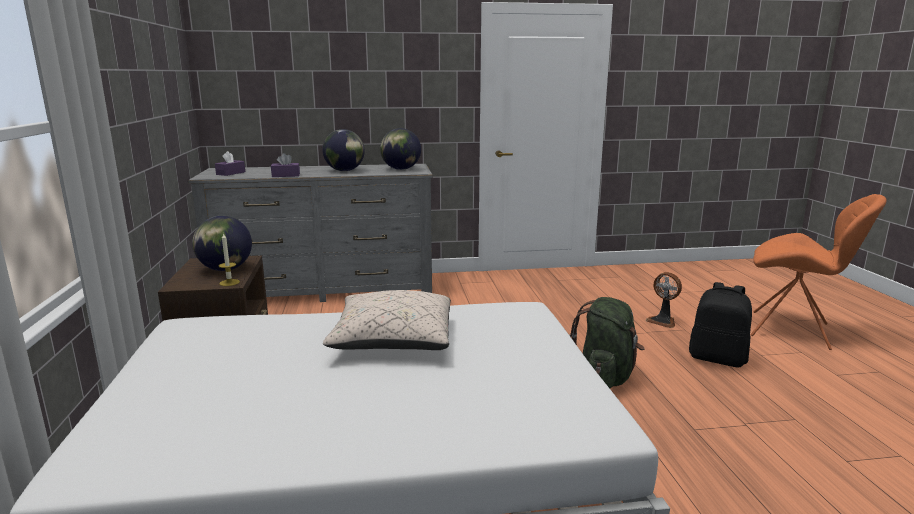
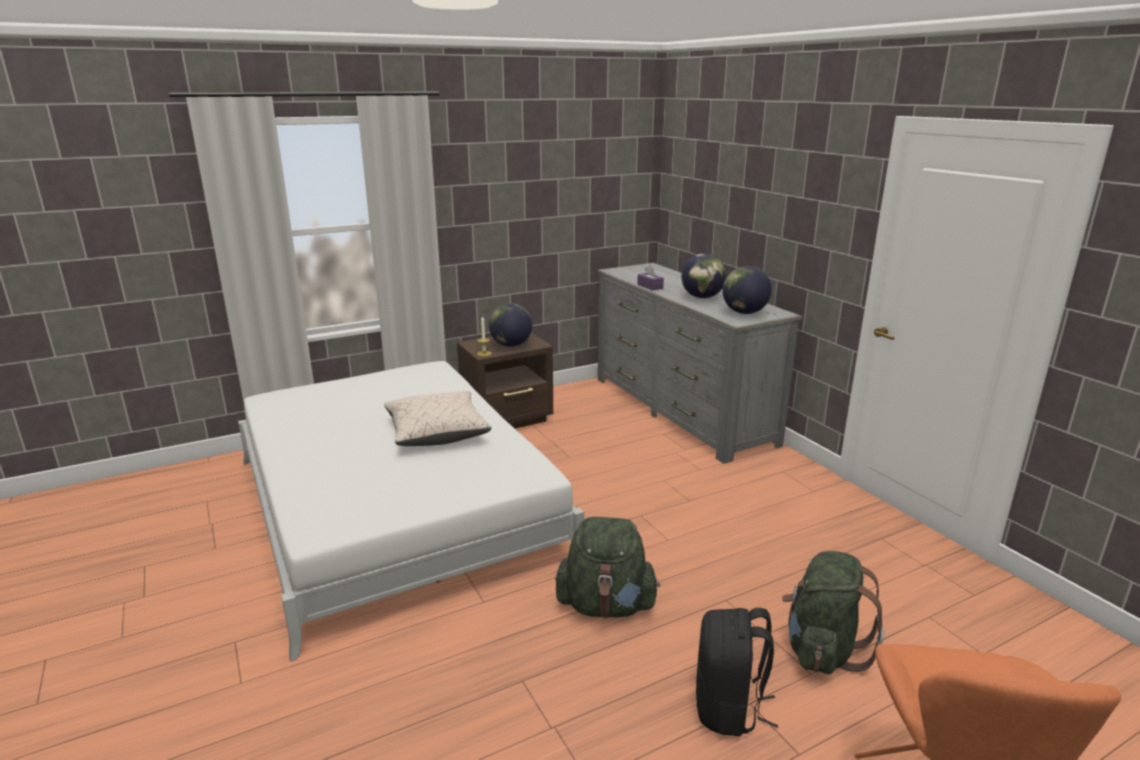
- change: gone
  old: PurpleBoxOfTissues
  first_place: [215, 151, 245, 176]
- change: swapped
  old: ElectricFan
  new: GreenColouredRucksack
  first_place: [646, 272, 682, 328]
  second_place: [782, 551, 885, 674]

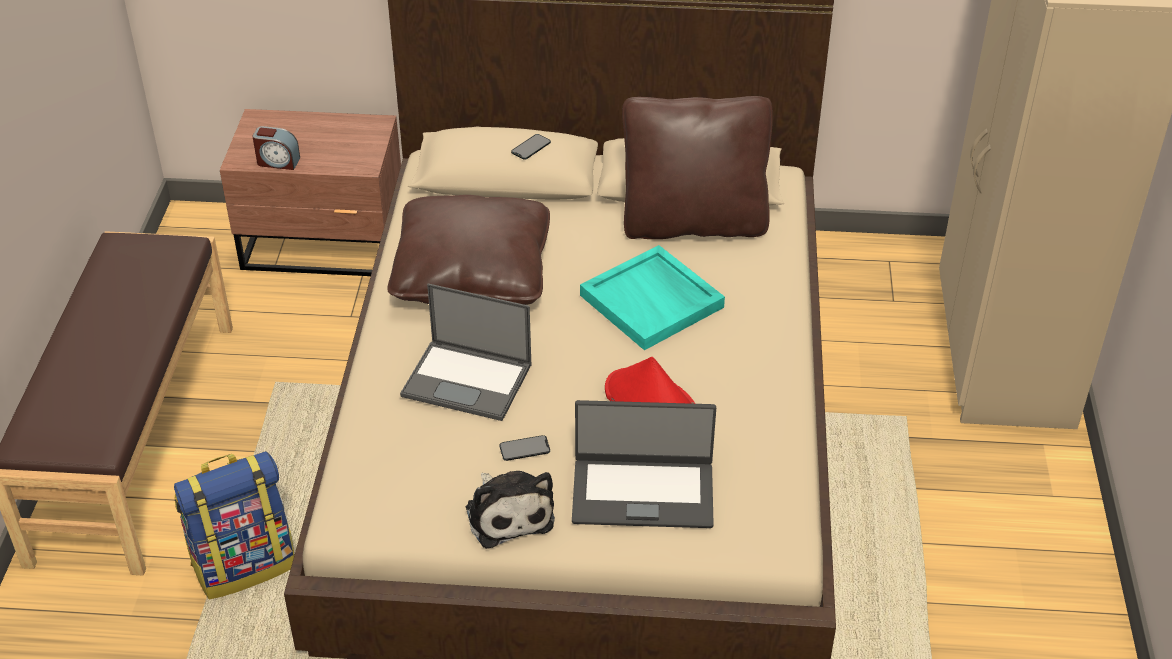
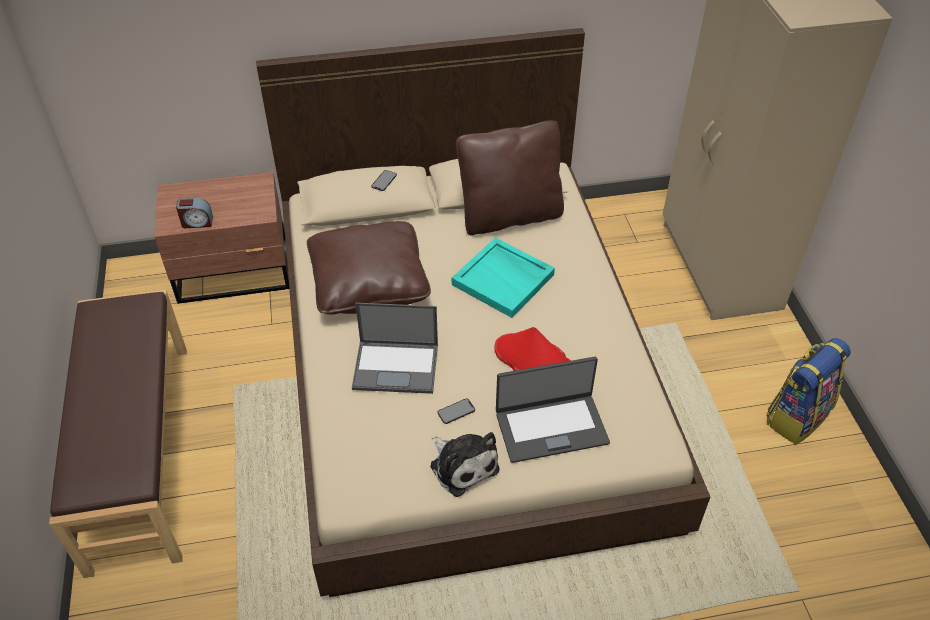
- change: shifted
  old: Rucksack
  first_place: [174, 451, 294, 600]
  second_place: [767, 338, 851, 445]

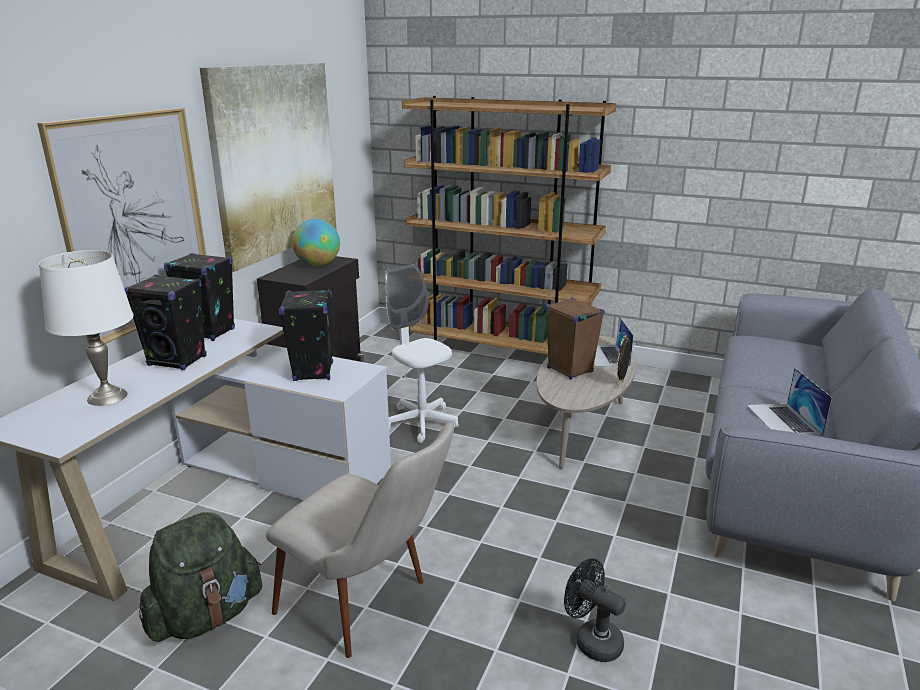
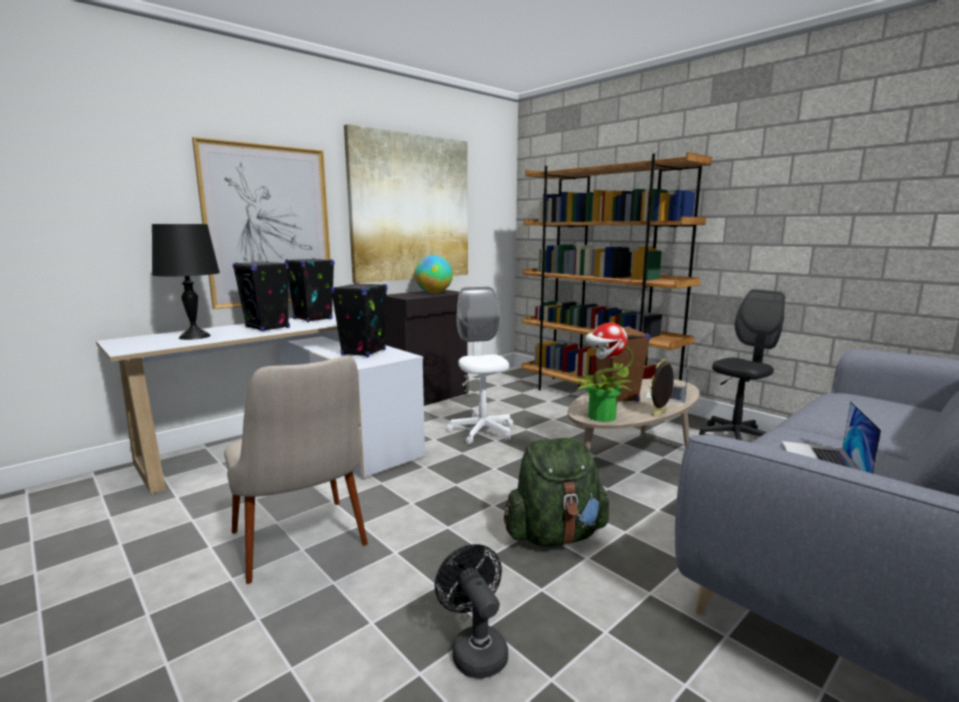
- change: repainted
  old: WhitishTabletopLamp
  new: BlackColouredTabletopLamp
  first_place: [39, 250, 134, 406]
  second_place: [152, 224, 220, 340]
- change: shifted
  old: GreenColouredRucksack
  first_place: [139, 512, 262, 642]
  second_place: [504, 438, 609, 547]
- change: new
  new: BlackColouredComputerChair
  second_place: [699, 289, 785, 440]
- change: new
  new: PottedPlant
  second_place: [572, 323, 633, 422]

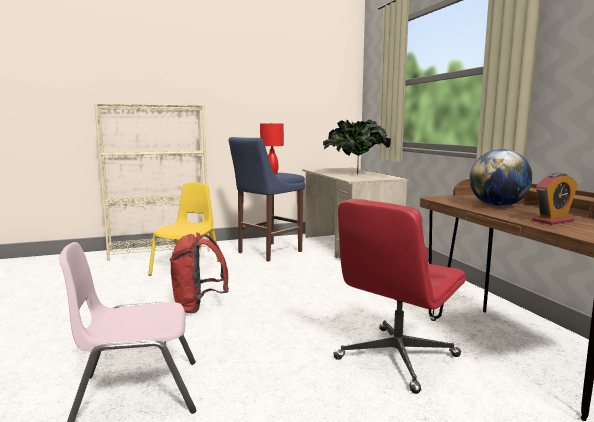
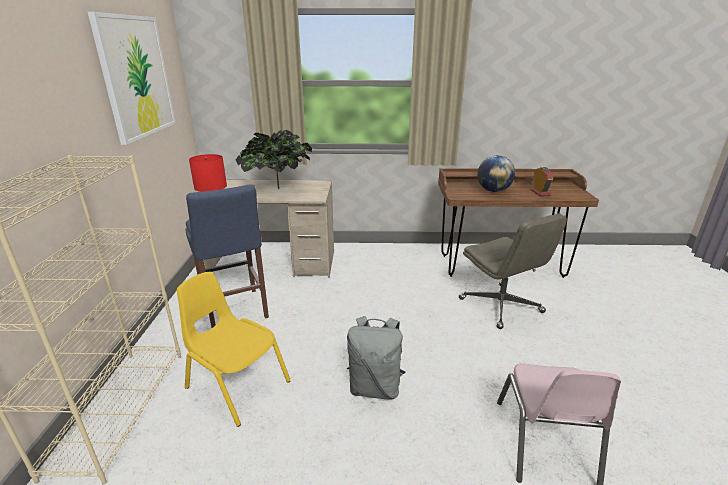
- change: repainted
  old: RedComputerChair
  new: GreyishComputerChair
  first_place: [333, 199, 465, 394]
  second_place: [459, 213, 567, 329]
- change: repainted
  old: RedRucksack
  new: GreyishRucksack
  first_place: [170, 233, 229, 313]
  second_place: [347, 316, 406, 400]
- change: new
  new: WallPicture
  second_place: [88, 12, 176, 145]

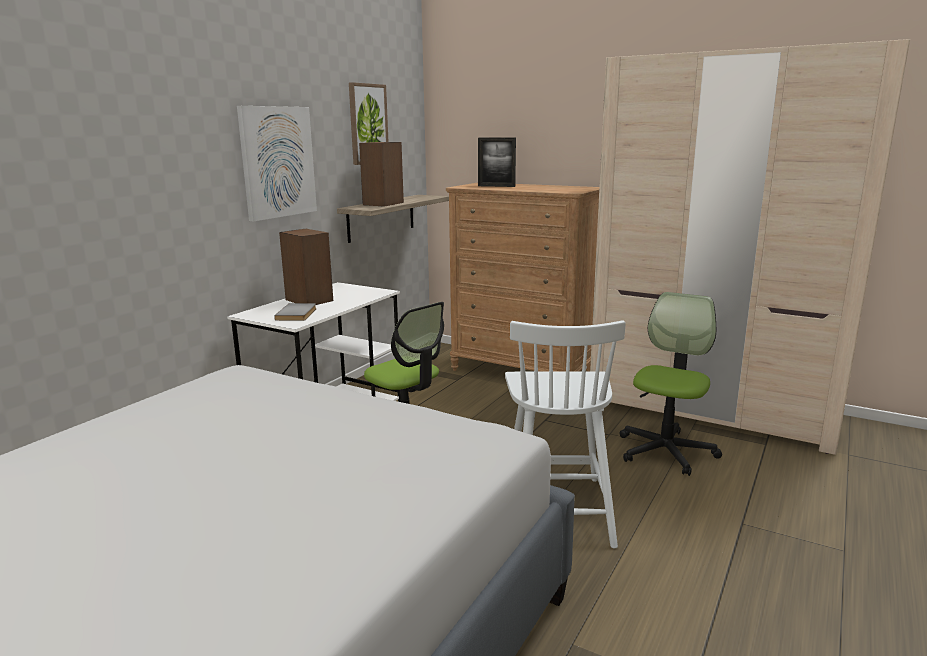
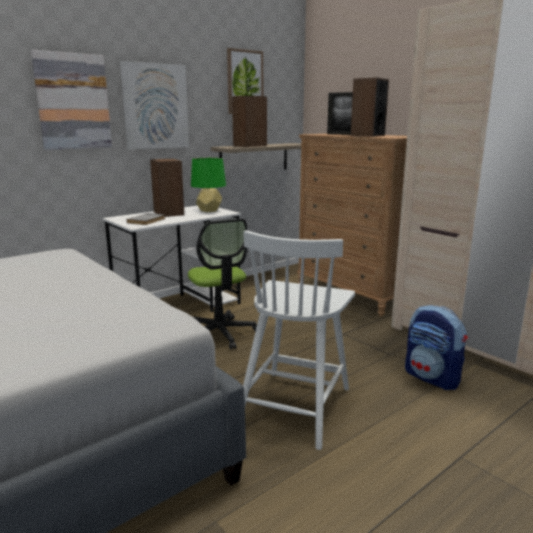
- change: swapped
  old: ComputerChair
  new: Rucksack
  first_place: [619, 292, 722, 476]
  second_place: [405, 305, 468, 390]
- change: new
  new: WallPicture
  second_place: [31, 50, 112, 150]
- change: new
  new: Loudspeaker
  second_place: [351, 77, 389, 137]
- change: new
  new: GreenColouredTabletopLamp
  second_place: [191, 158, 226, 212]

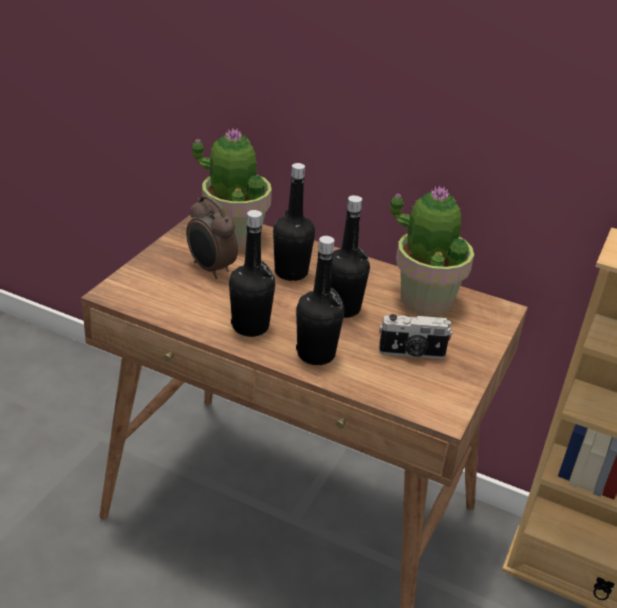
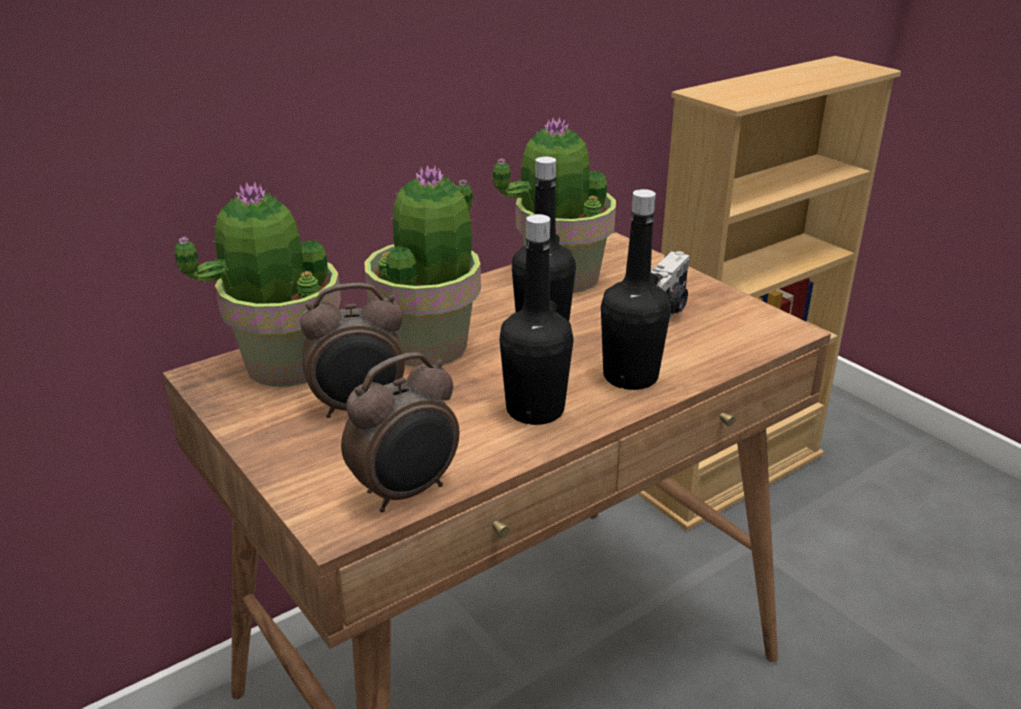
- change: swapped
  old: BlackColouredBottle
  new: PottedPlant
  first_place: [273, 163, 315, 281]
  second_place: [364, 165, 481, 367]
- change: new
  new: AlarmClock
  second_place: [341, 352, 459, 512]

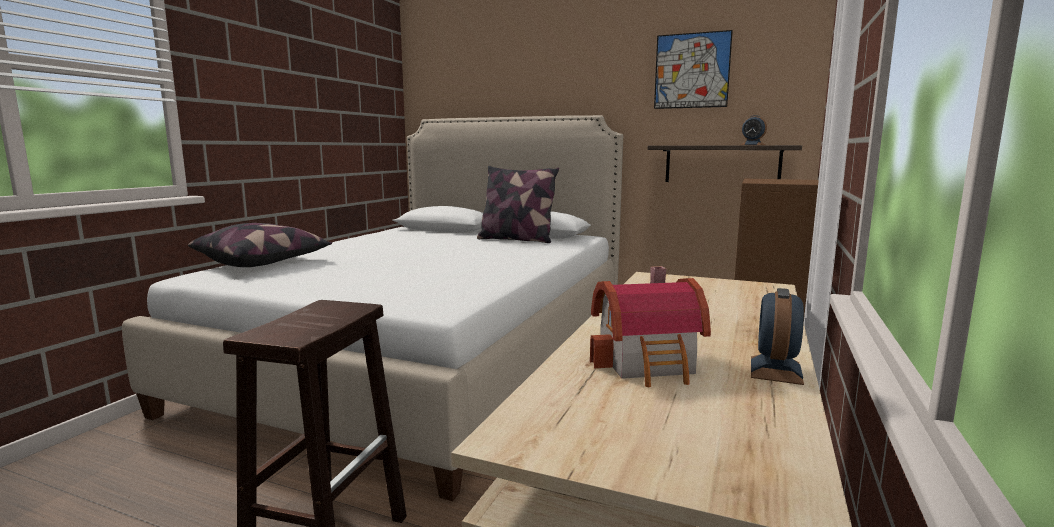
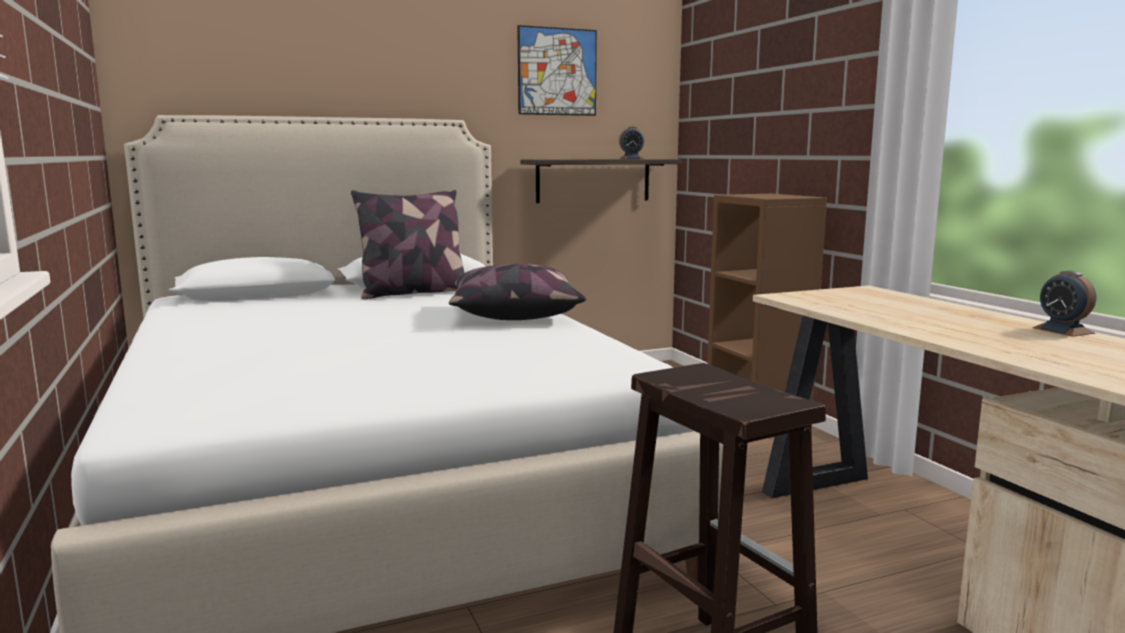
- change: shifted
  old: Pillow
  first_place: [188, 223, 332, 267]
  second_place: [449, 264, 586, 320]
- change: gone
  old: MiniatureHouse
  first_place: [590, 266, 711, 387]

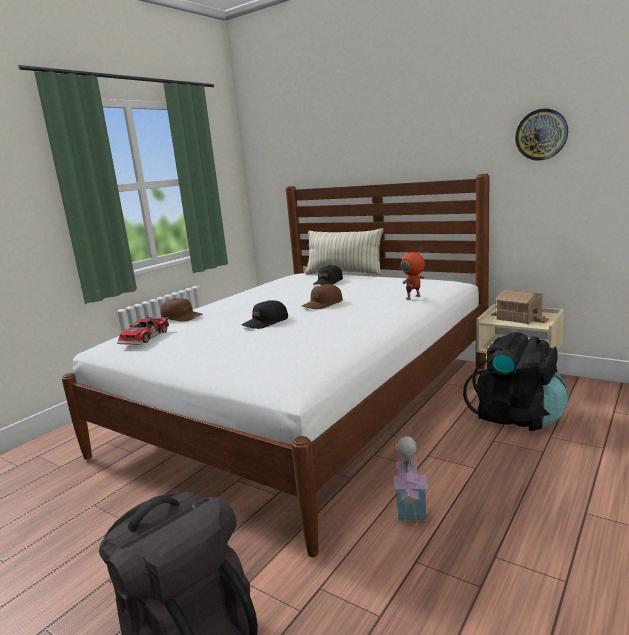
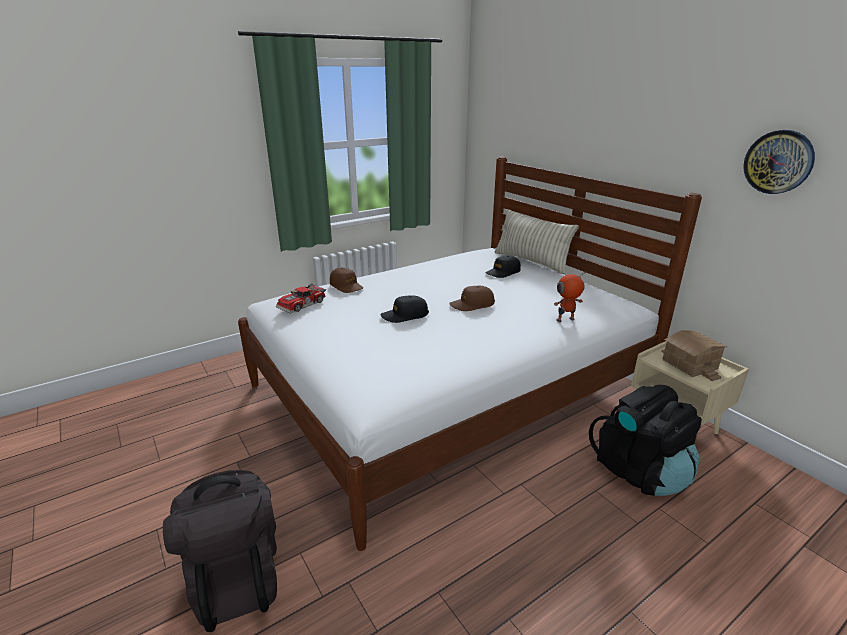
- change: gone
  old: MiniatureHouse
  first_place: [394, 436, 428, 527]

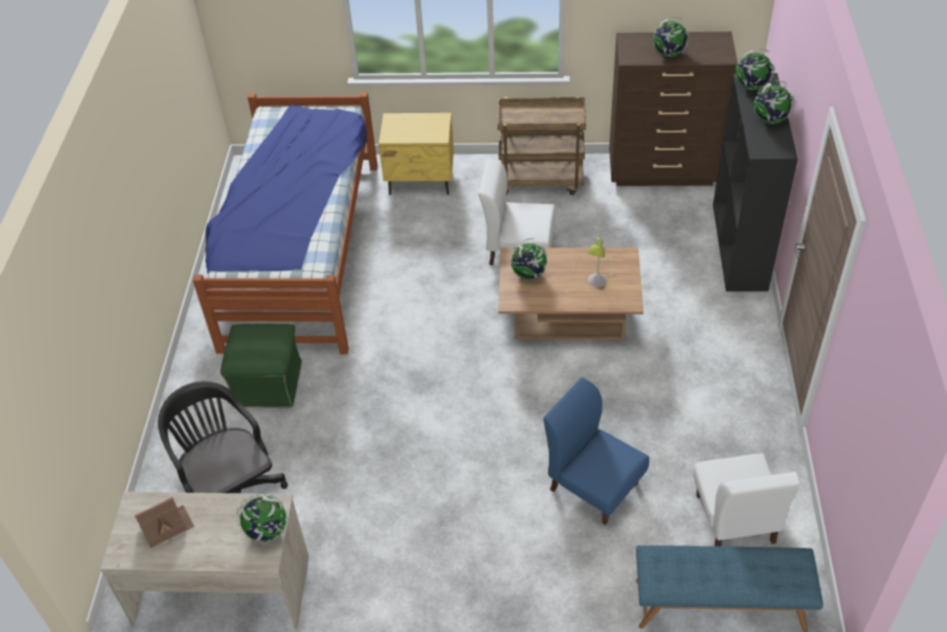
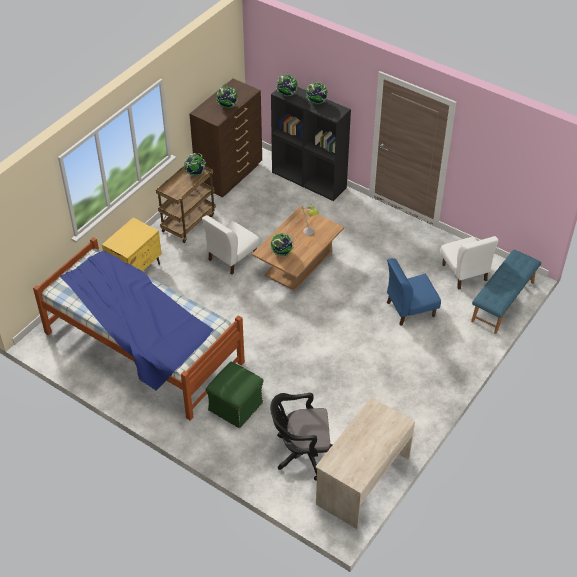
- change: rotated
  old: WhitishUprightChair
  first_place: [693, 453, 800, 546]
  second_place: [440, 236, 499, 289]
  degrees: 45
- change: shifted
  old: DeskGlobe
  first_place: [237, 494, 287, 542]
  second_place: [184, 153, 206, 176]
- change: gone
  old: MiniatureHouse
  first_place: [134, 496, 194, 548]

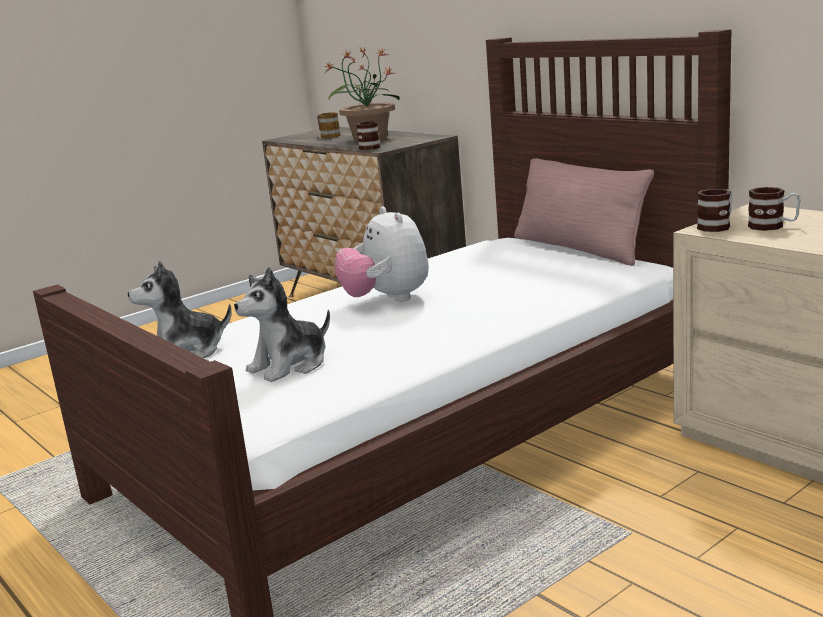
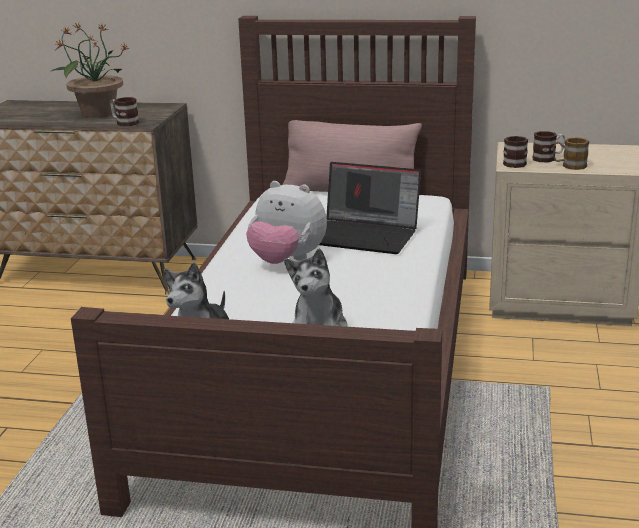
- change: shifted
  old: TeaMug
  first_place: [318, 112, 340, 138]
  second_place: [553, 137, 589, 170]
- change: new
  new: NotebookComputer
  second_place: [319, 162, 421, 254]

